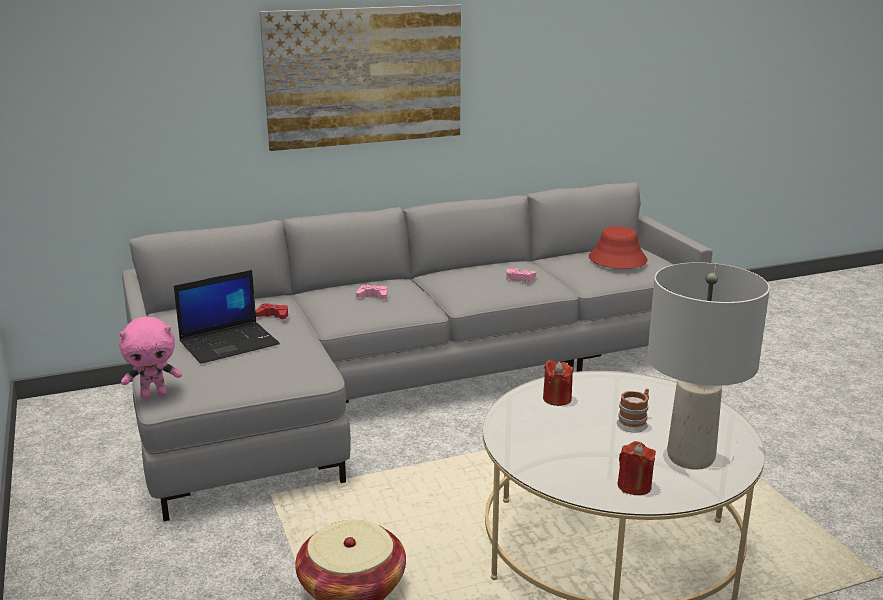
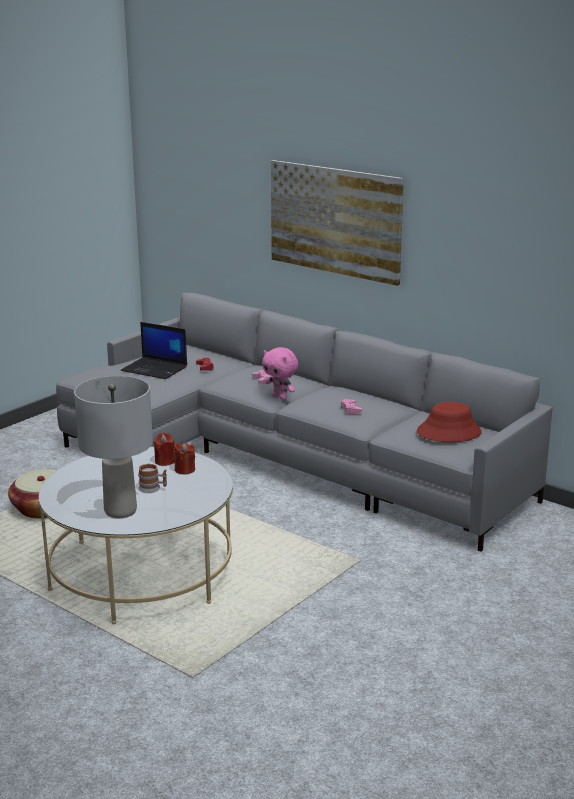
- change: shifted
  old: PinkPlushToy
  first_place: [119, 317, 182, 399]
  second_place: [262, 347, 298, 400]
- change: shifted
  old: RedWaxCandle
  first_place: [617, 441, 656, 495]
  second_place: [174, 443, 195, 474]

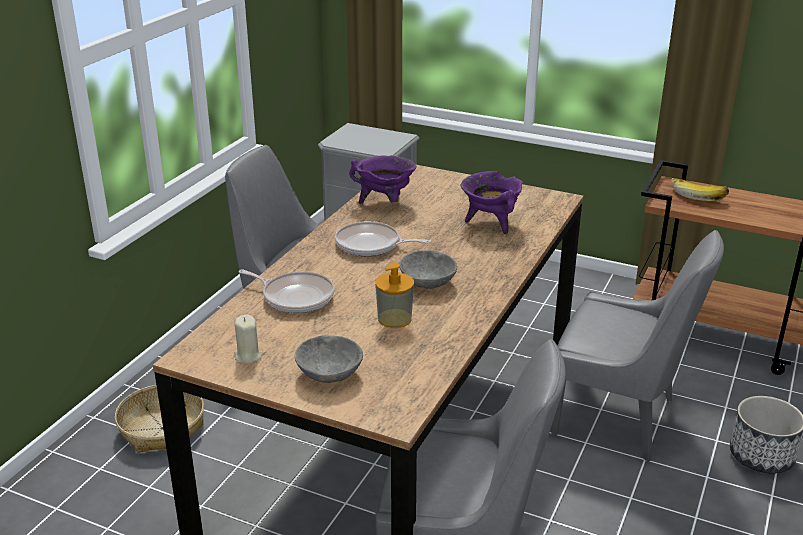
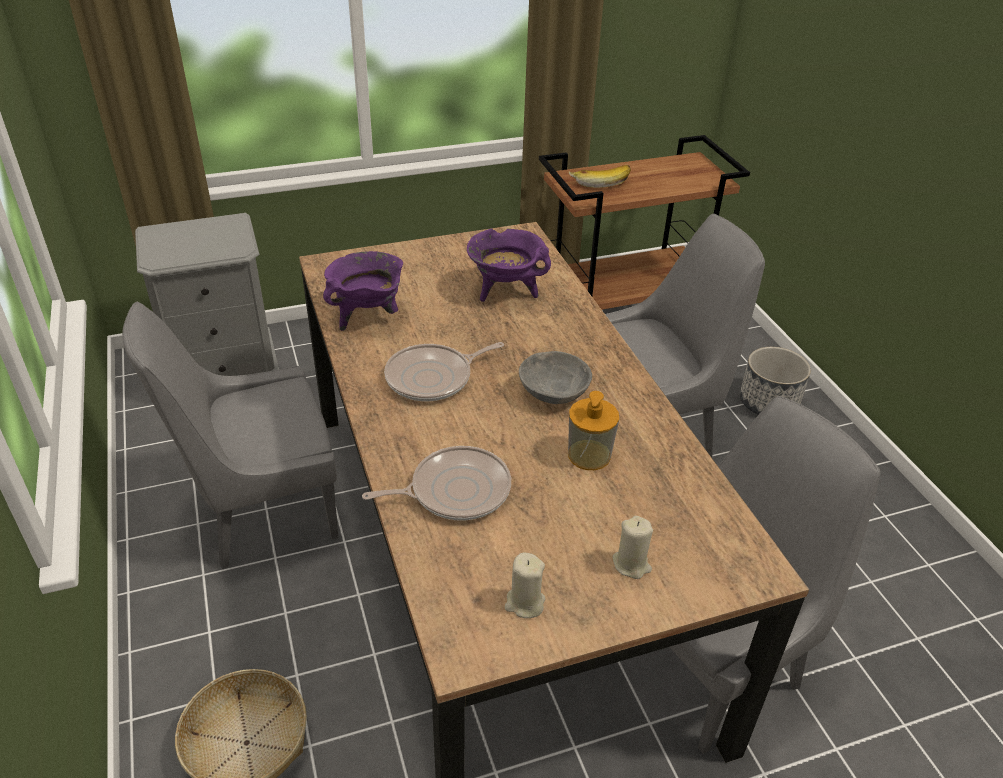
- change: swapped
  old: GreyishDeepDish
  new: BeigeColouredWaxCandle
  first_place: [295, 335, 363, 383]
  second_place: [613, 516, 653, 579]

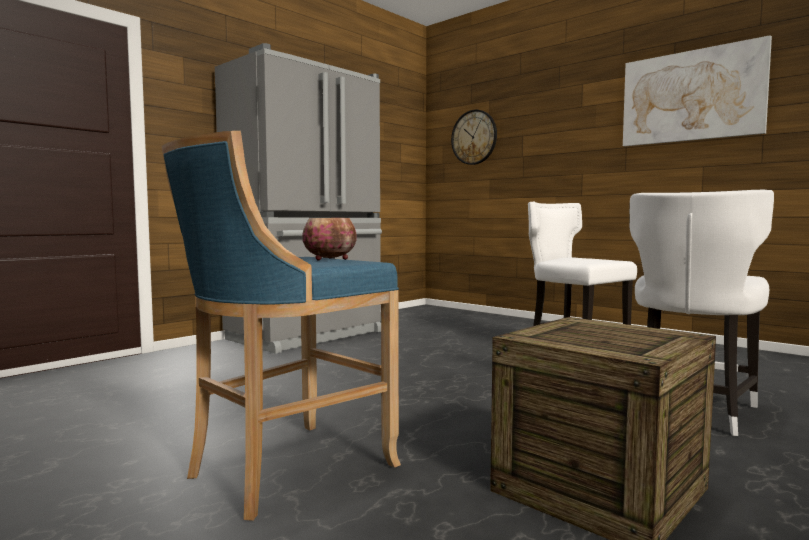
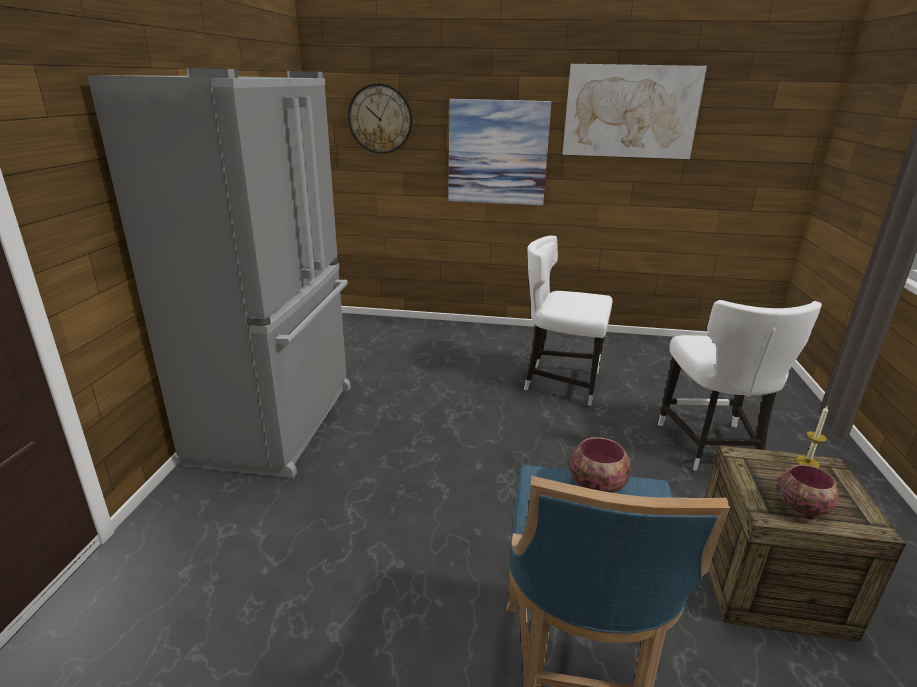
- change: new
  new: WallPicture
  second_place: [448, 99, 551, 205]
- change: new
  new: WaxCandle
  second_place: [796, 406, 828, 468]
- change: new
  new: DeepDish
  second_place: [778, 465, 839, 519]

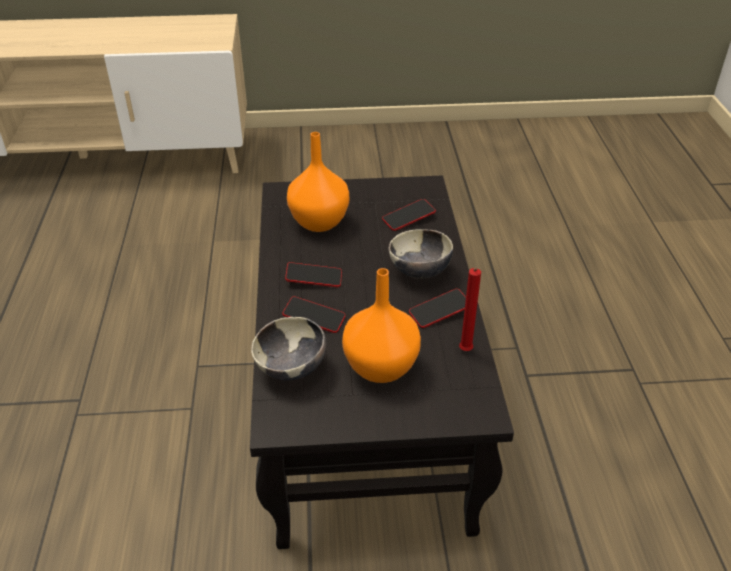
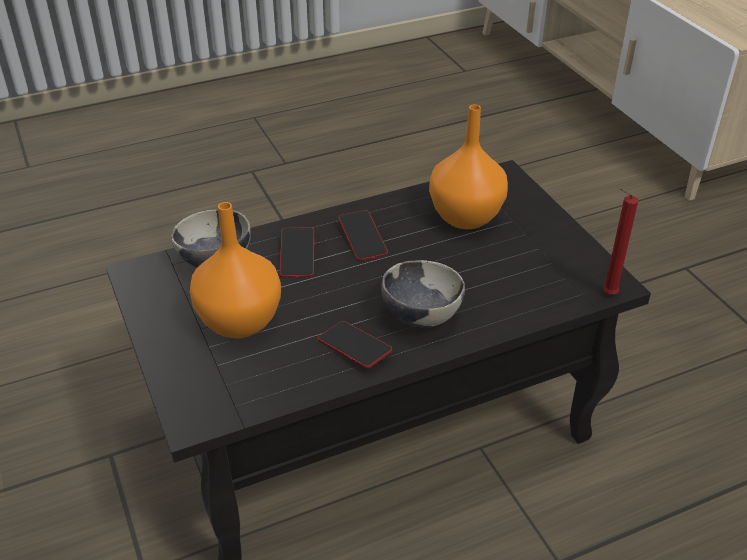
- change: gone
  old: Phone
  first_place: [382, 199, 436, 231]
- change: shifted
  old: RedWaxCandle
  first_place: [459, 268, 481, 351]
  second_place: [603, 188, 638, 295]

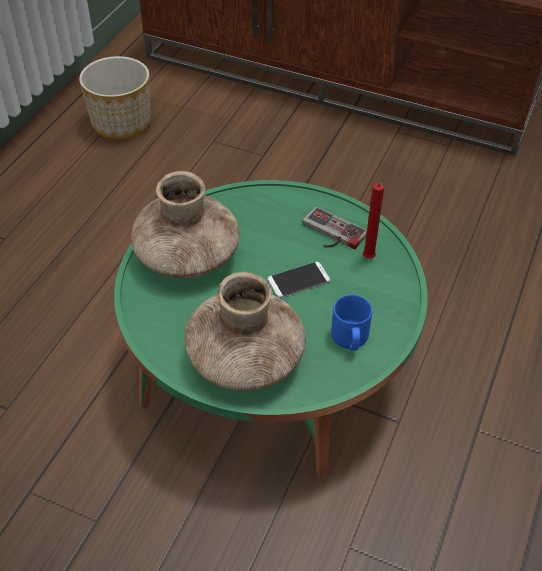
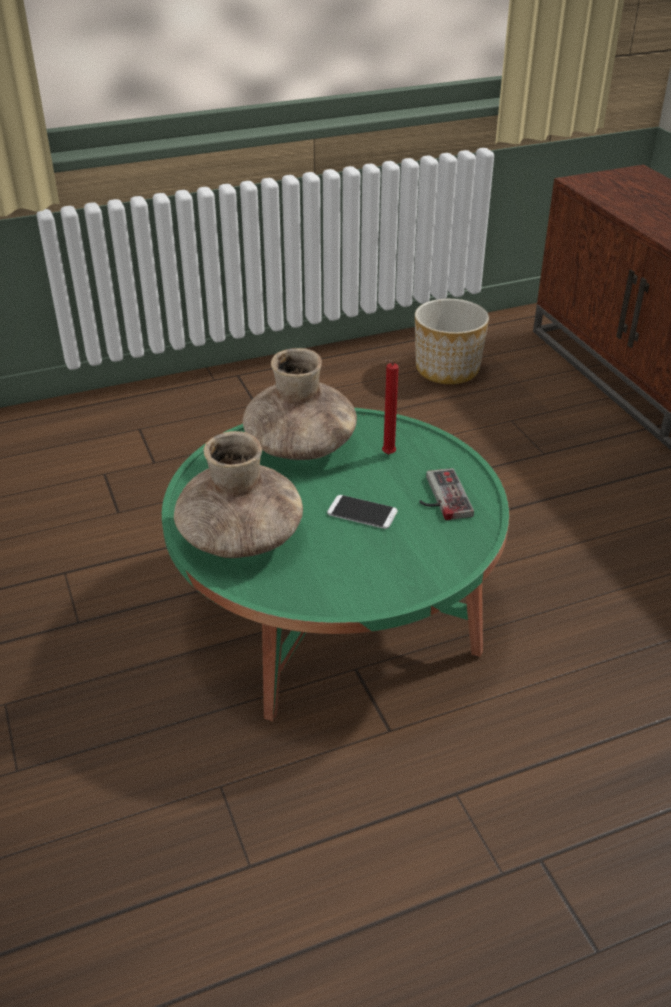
- change: shifted
  old: RedWaxCandle
  first_place: [363, 183, 384, 259]
  second_place: [382, 360, 399, 454]
- change: gone
  old: BlueTeaMug
  first_place: [331, 295, 372, 351]

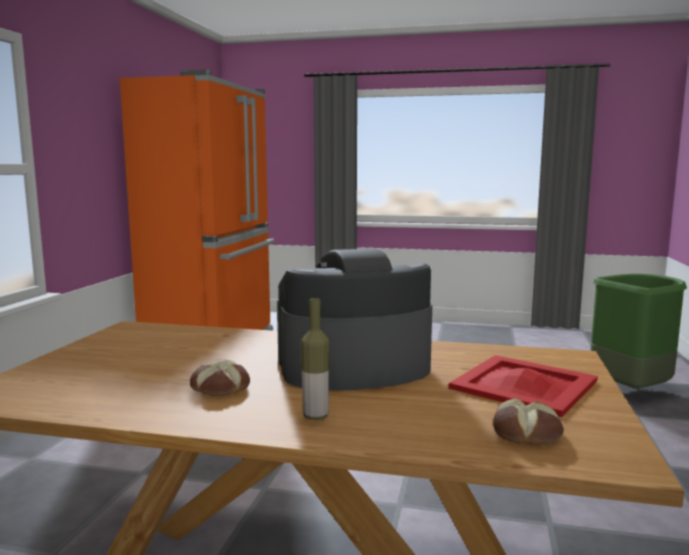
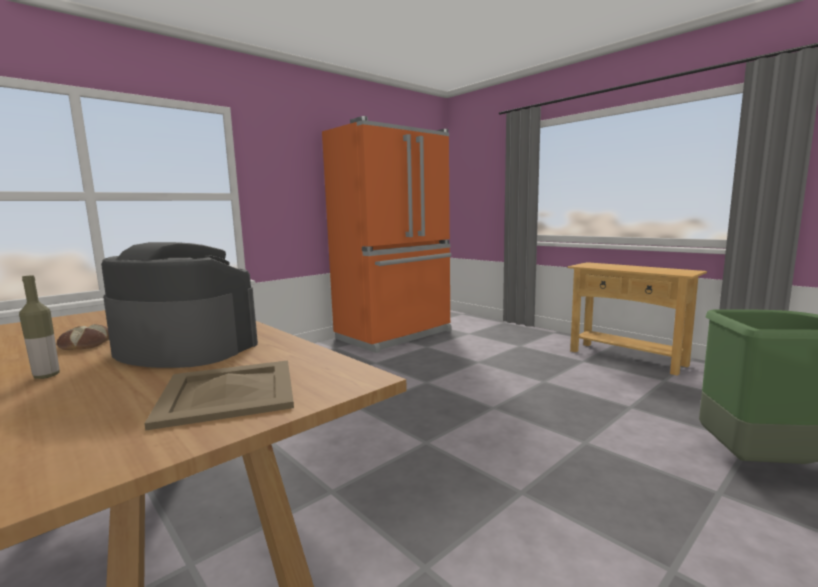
- change: repainted
  old: RedCarryingTray
  new: BeigeColouredCarryingTray
  first_place: [449, 355, 598, 417]
  second_place: [144, 360, 294, 431]
- change: gone
  old: Bread
  first_place: [493, 398, 564, 445]
- change: new
  new: BeigeColouredNarrowTable
  second_place: [567, 262, 707, 376]

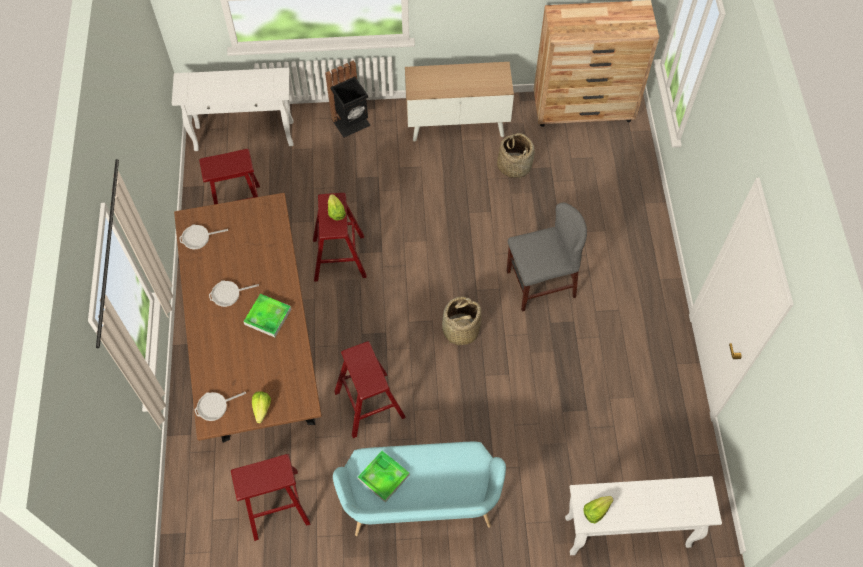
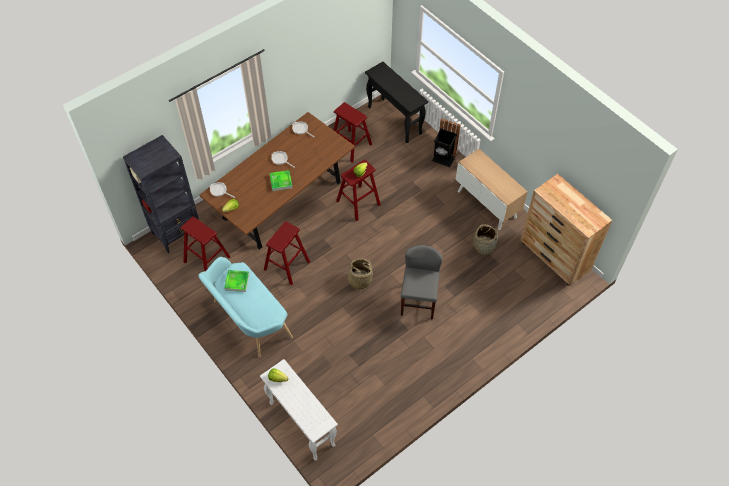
- change: repainted
  old: WhitishNarrowTable
  new: BlackColouredNarrowTable
  first_place: [172, 68, 293, 151]
  second_place: [365, 62, 428, 143]
- change: rotated
  old: GreyishUprightChair
  first_place: [507, 202, 587, 312]
  second_place: [401, 245, 443, 320]
  degrees: -120
- change: new
  new: BlackColouredBookshelf
  second_place: [123, 135, 199, 254]

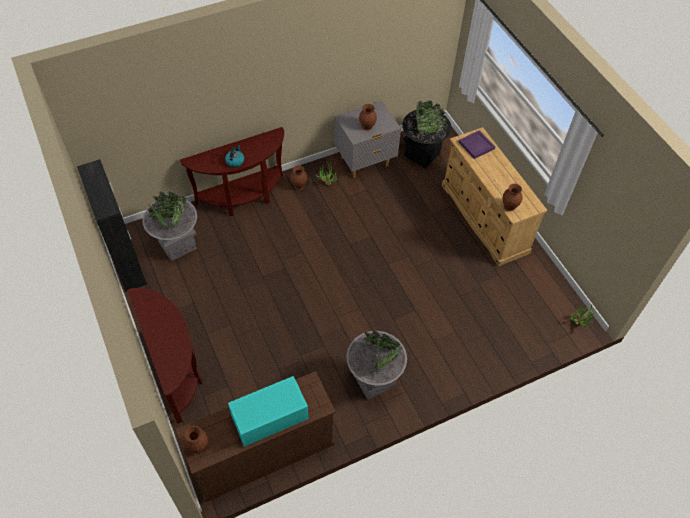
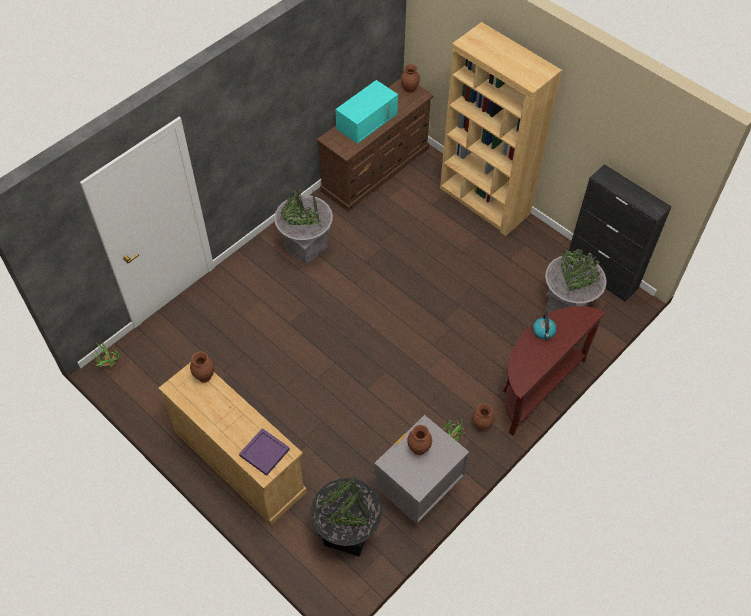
- change: swapped
  old: BrownColouredNarrowTable
  new: BrownColouredBookshelf
  first_place: [127, 288, 203, 424]
  second_place: [440, 22, 562, 236]

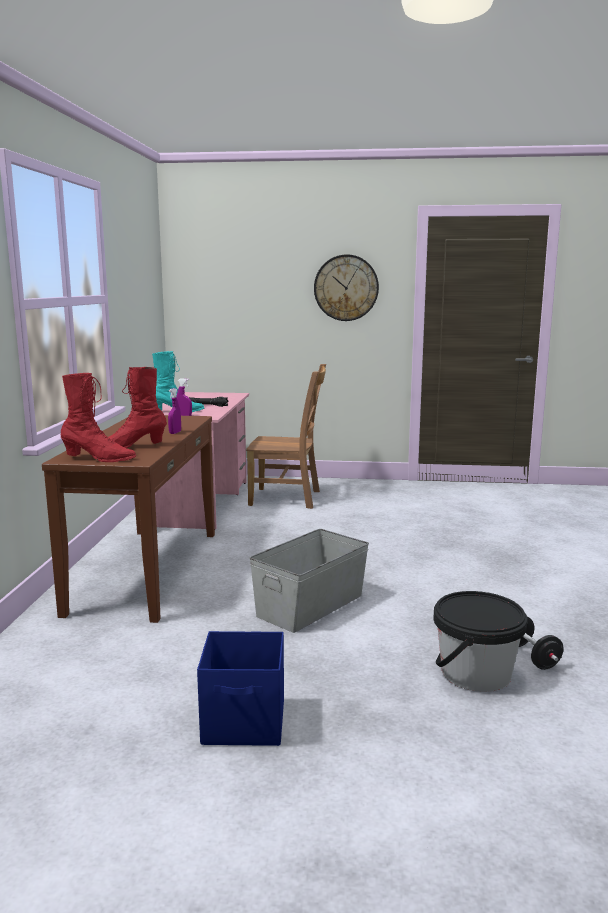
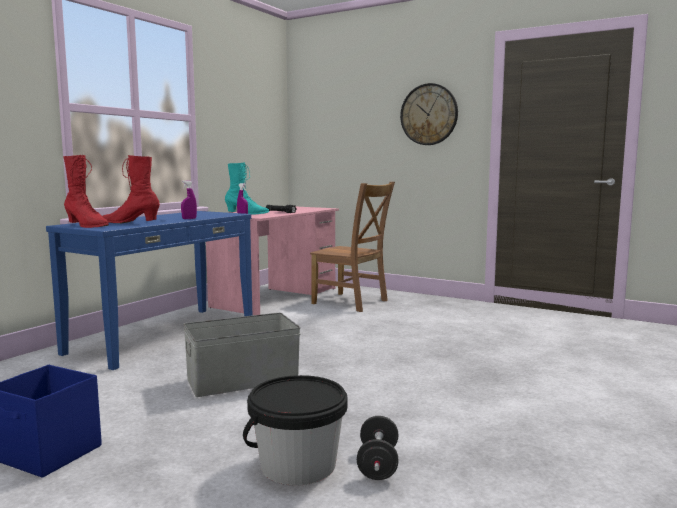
- change: repainted
  old: BrownColouredNarrowTable
  new: BlueNarrowTable
  first_place: [42, 415, 215, 623]
  second_place: [46, 211, 252, 370]

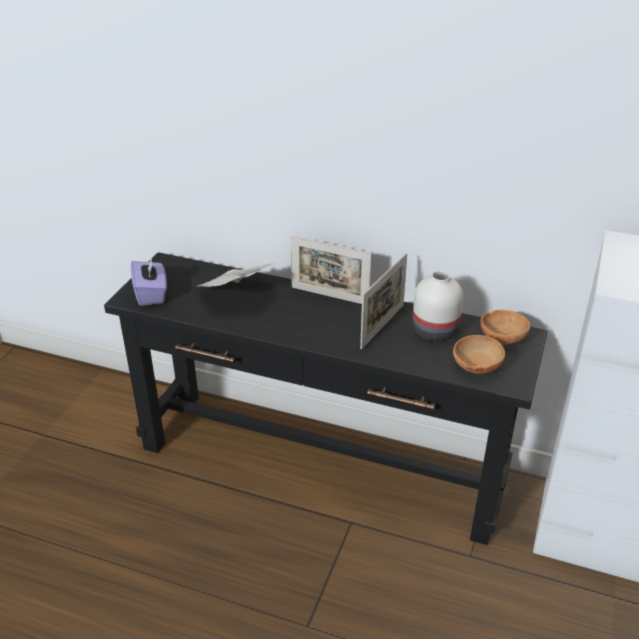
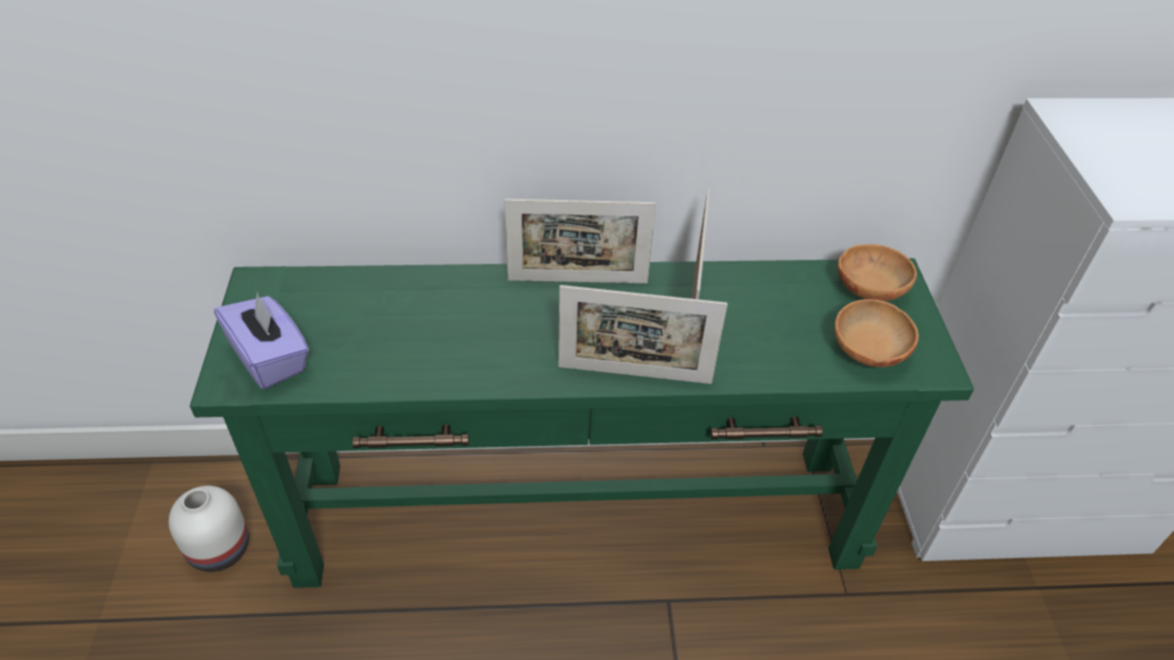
- change: repainted
  old: BlackColouredNarrowTable
  new: GreenColouredNarrowTable
  first_place: [104, 252, 548, 545]
  second_place: [190, 258, 974, 588]
- change: gone
  old: DailyPaper
  first_place: [197, 263, 276, 287]
- change: shifted
  old: WhitishFlowerVase
  first_place: [413, 271, 463, 341]
  second_place: [169, 486, 249, 572]
- change: new
  new: PictureFrame
  second_place: [558, 285, 728, 384]

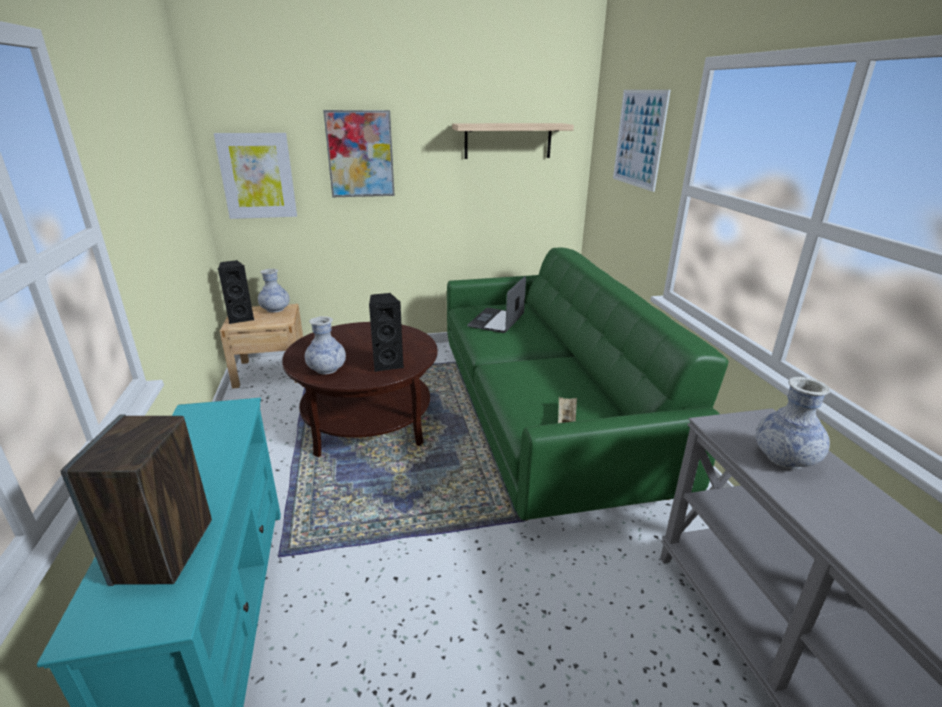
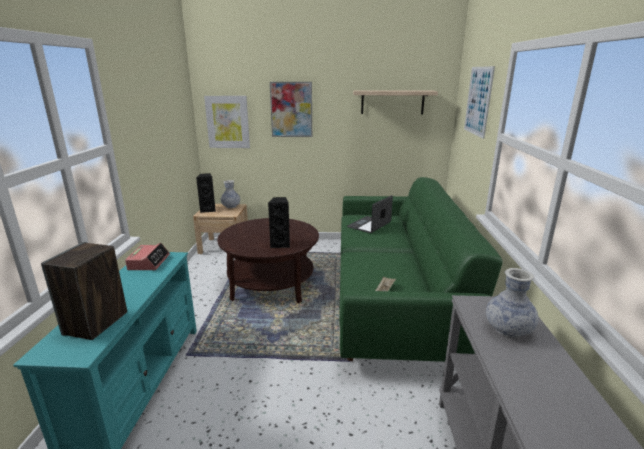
- change: gone
  old: FlowerVase
  first_place: [305, 316, 346, 374]
- change: new
  new: AlarmClock
  second_place: [125, 243, 170, 270]

